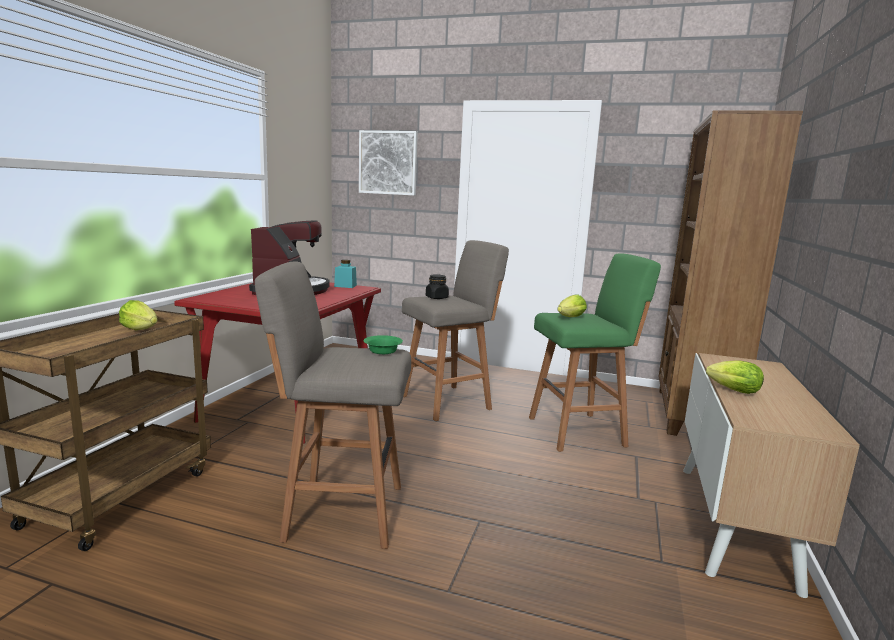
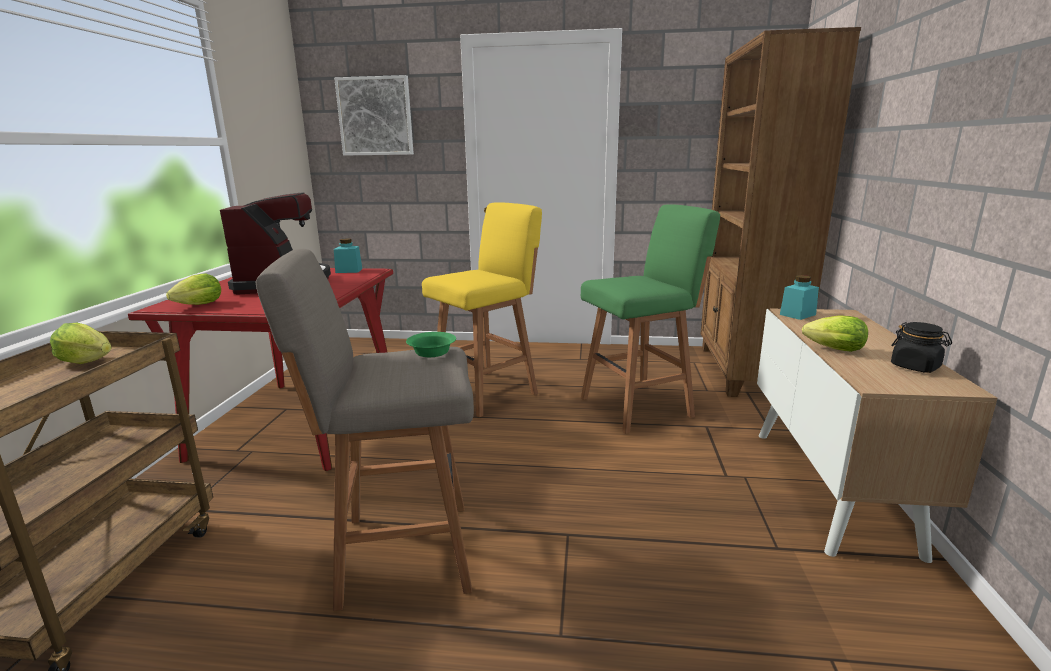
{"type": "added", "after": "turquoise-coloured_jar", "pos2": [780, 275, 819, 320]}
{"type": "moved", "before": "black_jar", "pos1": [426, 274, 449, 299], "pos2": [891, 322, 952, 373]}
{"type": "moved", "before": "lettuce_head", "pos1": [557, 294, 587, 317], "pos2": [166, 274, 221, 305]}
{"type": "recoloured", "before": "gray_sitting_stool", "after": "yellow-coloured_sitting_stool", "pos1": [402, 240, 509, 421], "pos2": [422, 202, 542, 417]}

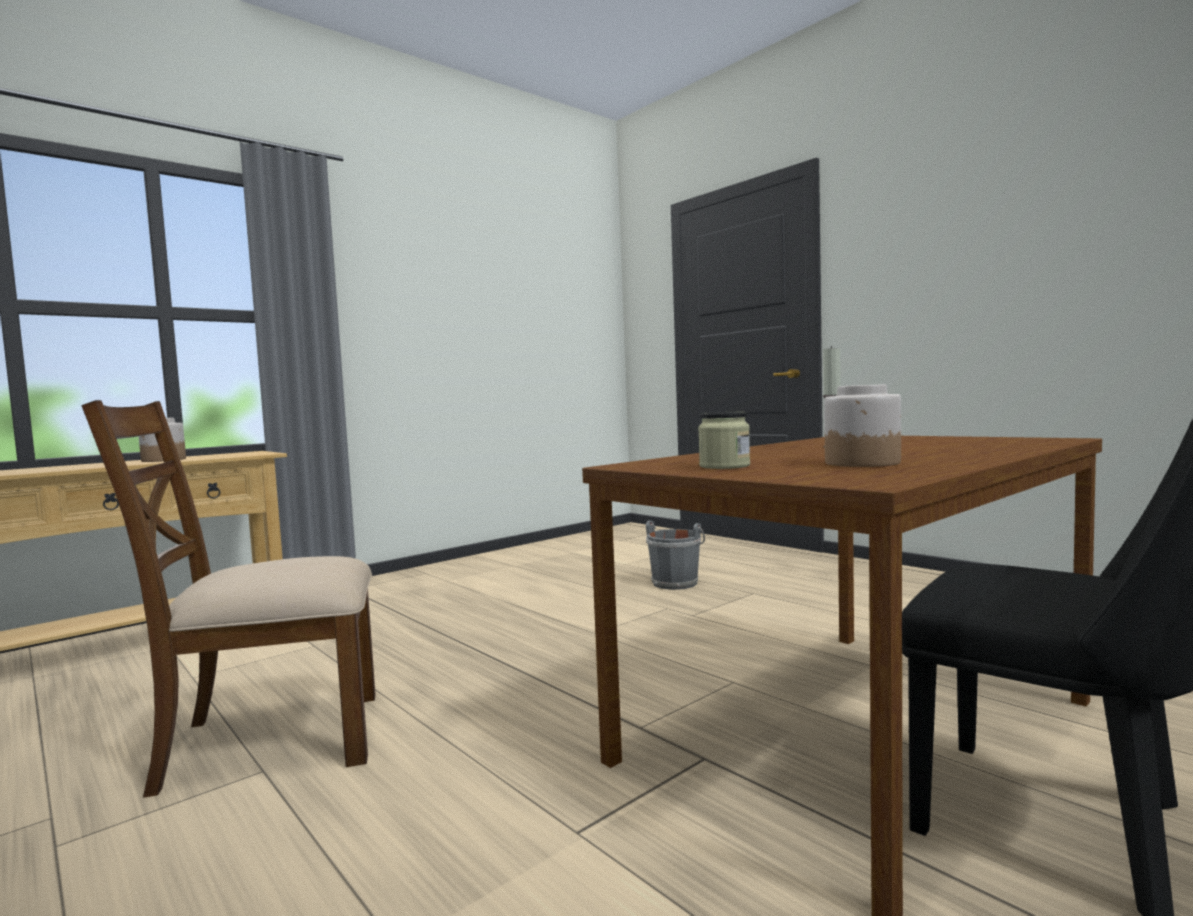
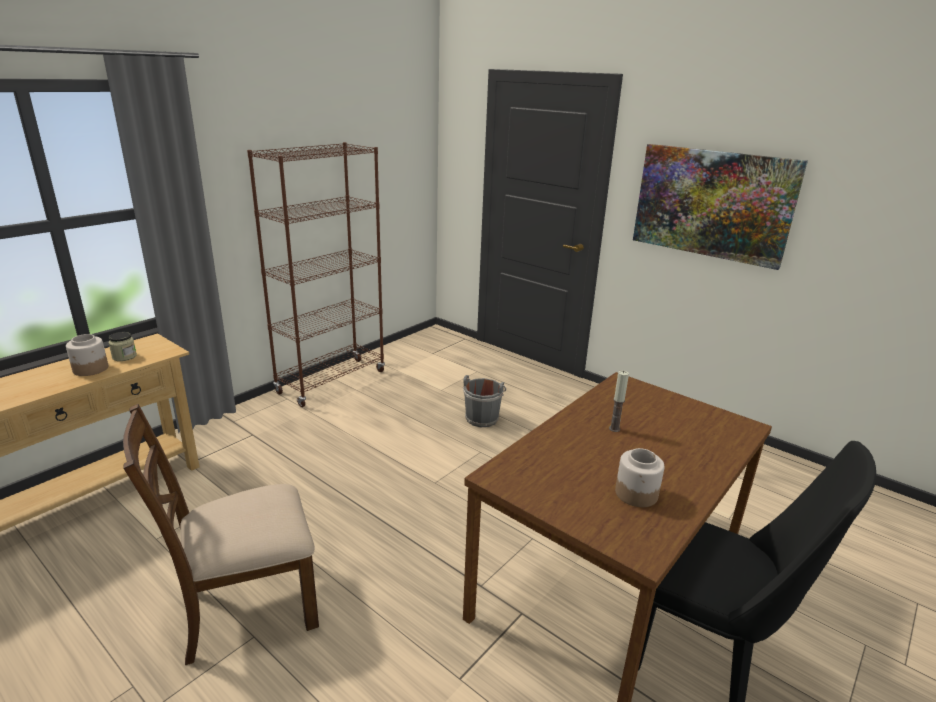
{"type": "added", "after": "brownish_bookshelf", "pos2": [247, 142, 385, 407]}
{"type": "added", "after": "picture", "pos2": [633, 144, 808, 270]}
{"type": "moved", "before": "jar", "pos1": [698, 412, 750, 469], "pos2": [108, 332, 137, 361]}

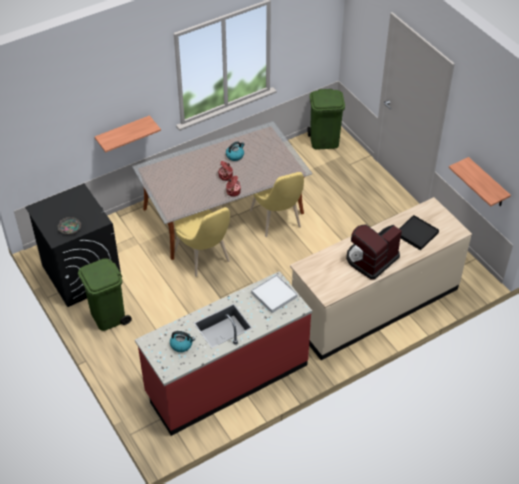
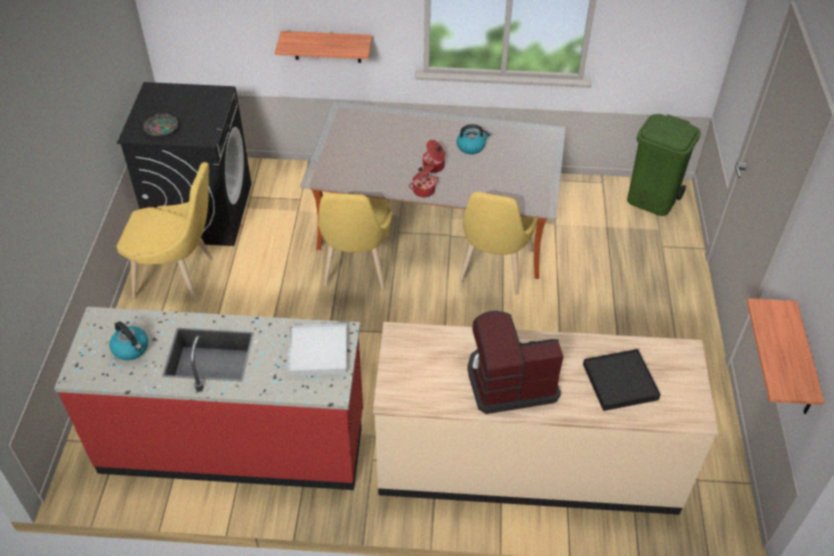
{"type": "replaced", "before": "green_trash_can", "after": "yellow-coloured_chair", "pos1": [78, 258, 132, 331], "pos2": [117, 162, 213, 302]}

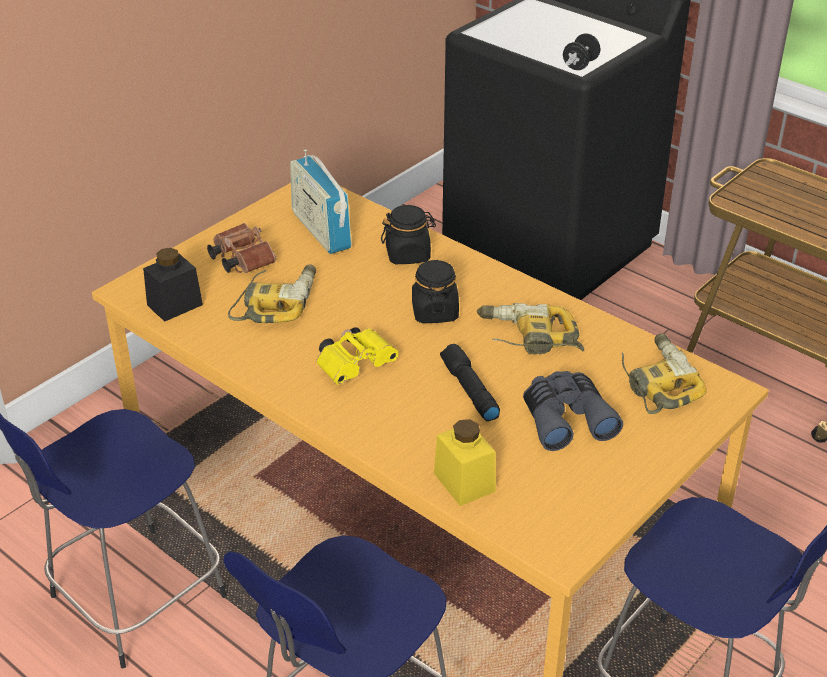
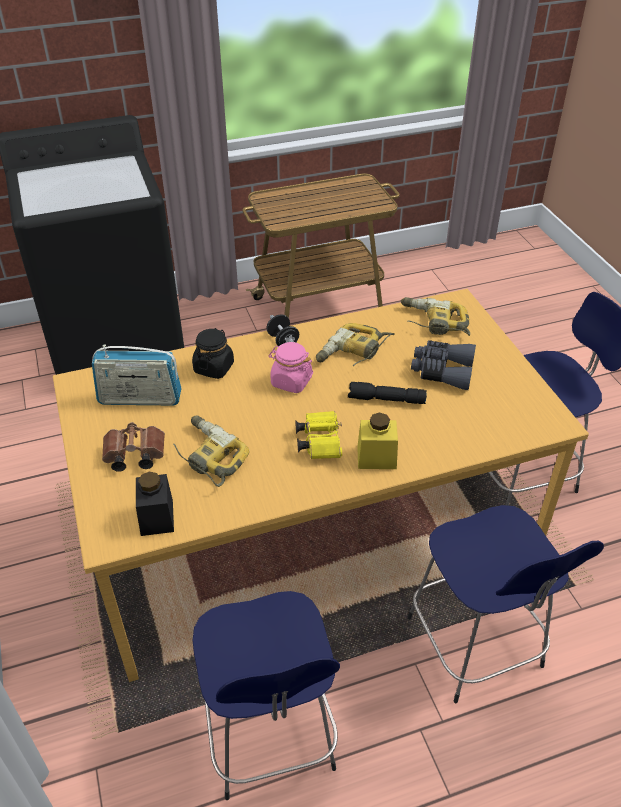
{"type": "moved", "before": "yellow-coloured_jar", "pos1": [434, 419, 496, 506], "pos2": [357, 412, 398, 469]}
{"type": "moved", "before": "black_dumbbell", "pos1": [563, 33, 600, 70], "pos2": [266, 314, 299, 346]}
{"type": "recoloured", "before": "black_jar", "after": "pink-coloured_jar", "pos1": [412, 260, 459, 323], "pos2": [269, 342, 313, 393]}

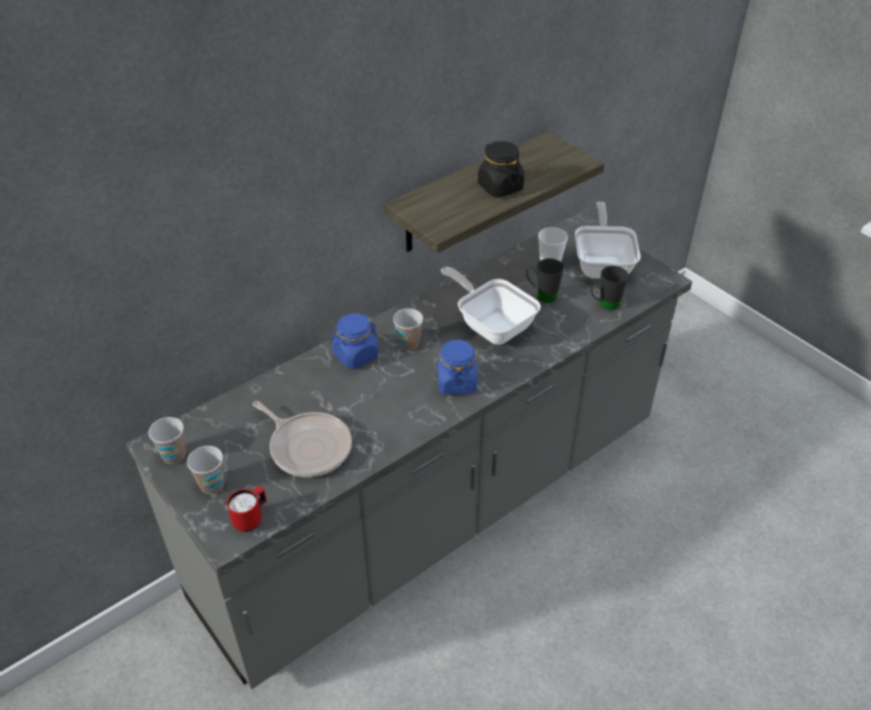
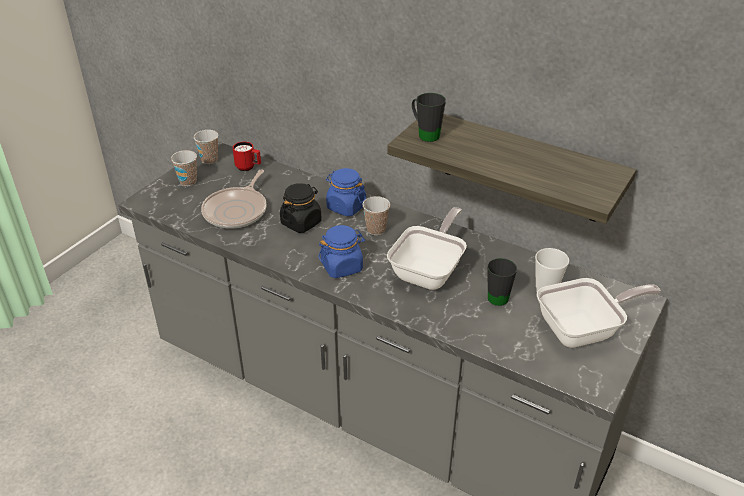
{"type": "moved", "before": "reddish_tea_mug", "pos1": [227, 486, 267, 532], "pos2": [233, 142, 261, 171]}
{"type": "moved", "before": "black_jar", "pos1": [478, 141, 525, 198], "pos2": [280, 183, 322, 233]}
{"type": "moved", "before": "black_tea_mug", "pos1": [591, 266, 628, 310], "pos2": [412, 93, 446, 142]}

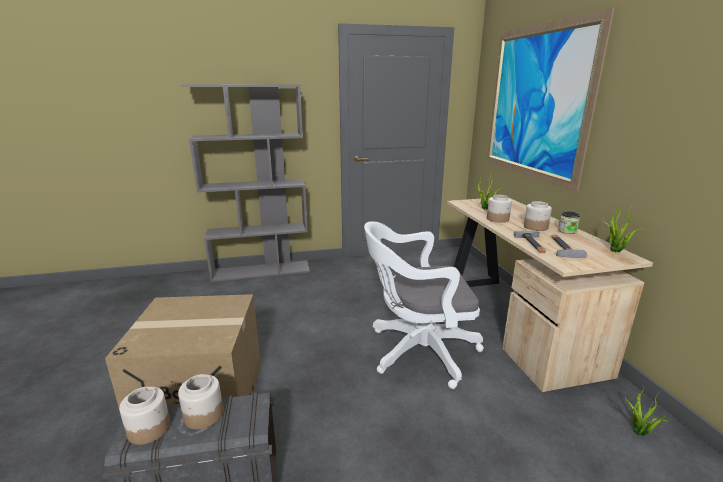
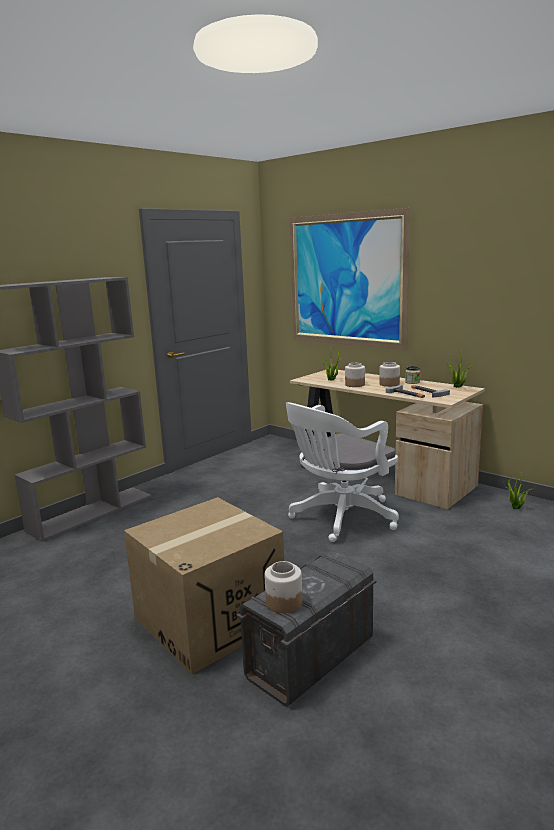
{"type": "removed", "before": "jar", "pos1": [178, 374, 223, 430]}

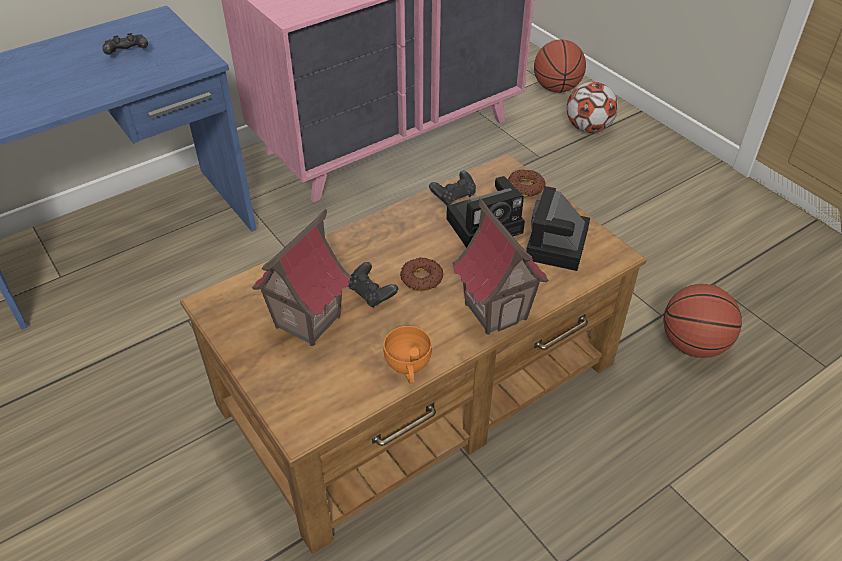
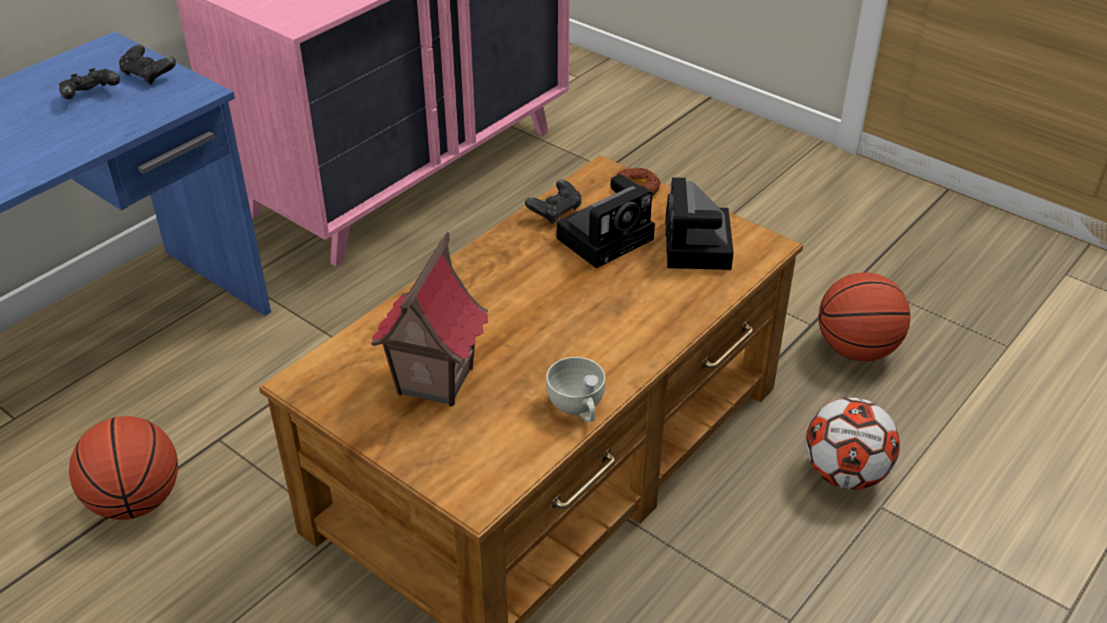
{"type": "removed", "before": "ring_doughnut", "pos1": [400, 258, 443, 291]}
{"type": "removed", "before": "toy_house", "pos1": [452, 198, 549, 335]}
{"type": "moved", "before": "black_game_controller", "pos1": [348, 262, 398, 308], "pos2": [119, 44, 176, 85]}
{"type": "moved", "before": "basketball_ball", "pos1": [534, 39, 586, 93], "pos2": [69, 416, 178, 520]}
{"type": "moved", "before": "football", "pos1": [567, 82, 618, 133], "pos2": [805, 398, 900, 490]}
{"type": "recoloured", "before": "orangey_drinking_cup", "after": "white-coloured_drinking_cup", "pos1": [383, 326, 432, 384], "pos2": [546, 357, 605, 422]}

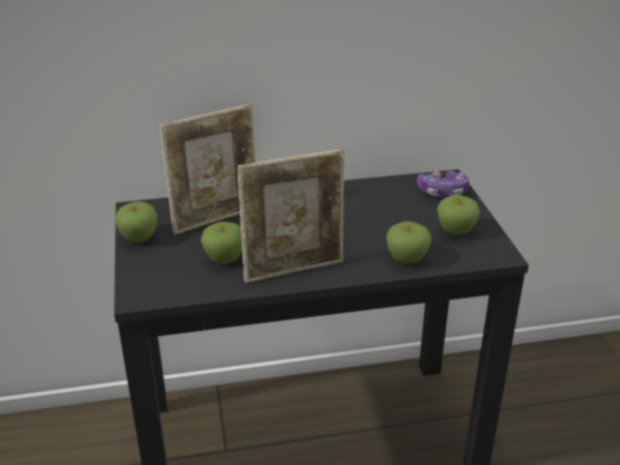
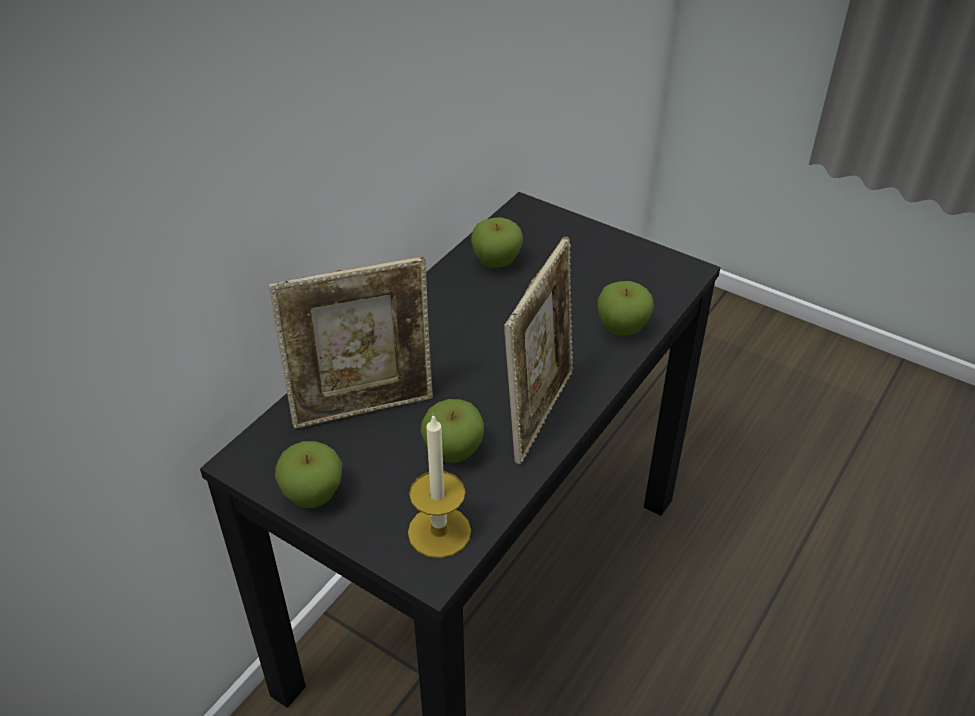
{"type": "removed", "before": "game_controller", "pos1": [417, 170, 469, 198]}
{"type": "added", "after": "wax_candle", "pos2": [408, 414, 471, 558]}
{"type": "moved", "before": "whole_apple", "pos1": [437, 195, 480, 235], "pos2": [471, 217, 523, 268]}
{"type": "turned", "before": "photo_frame", "pos1": [159, 104, 256, 235], "pos2": [269, 257, 433, 429], "turn": 60}

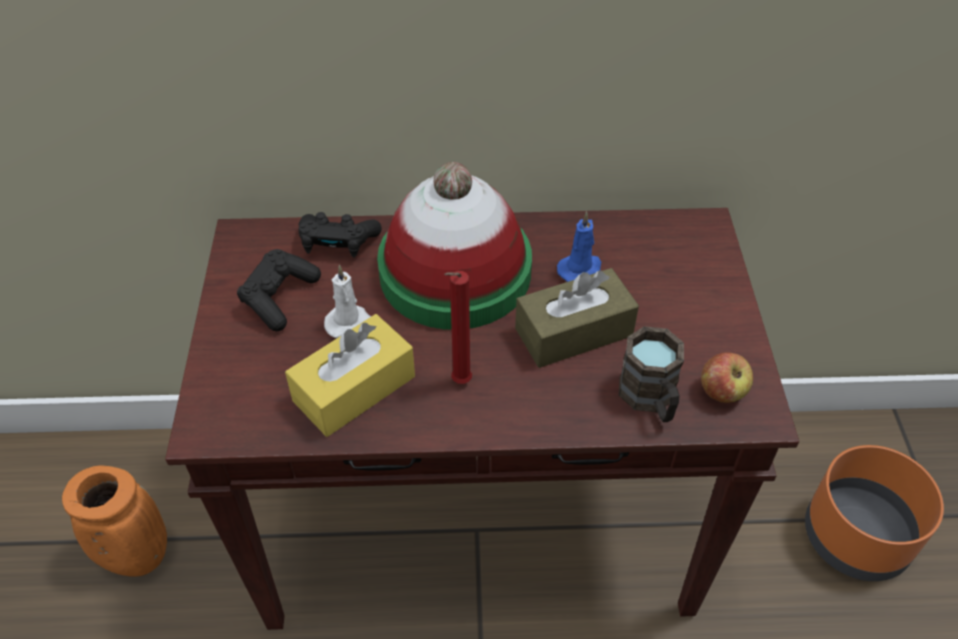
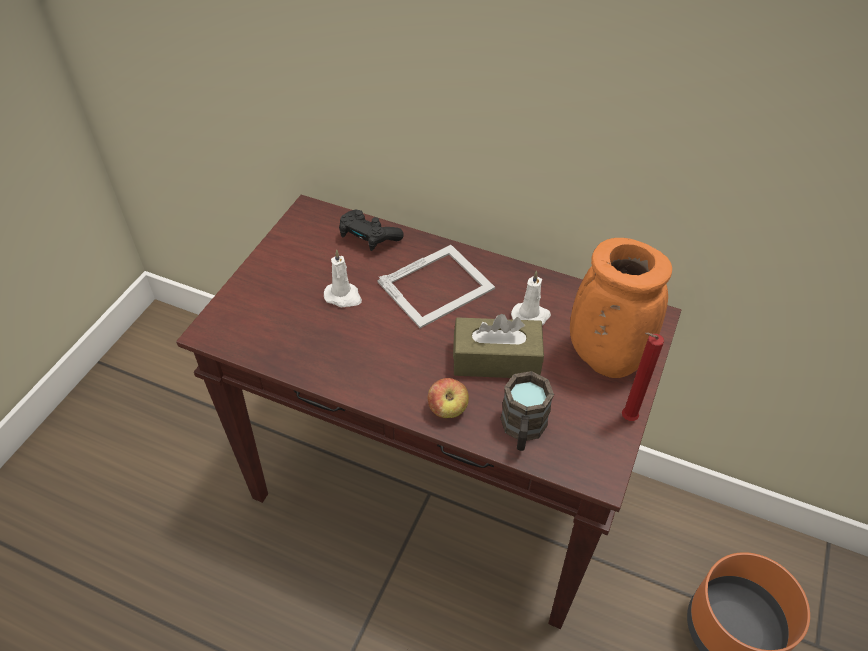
{"type": "removed", "before": "black_game_controller", "pos1": [237, 249, 321, 331]}
{"type": "removed", "before": "yellow-coloured_tissue_box", "pos1": [285, 314, 415, 437]}
{"type": "moved", "before": "orangey_flower_vase", "pos1": [62, 465, 167, 577], "pos2": [570, 238, 672, 378]}
{"type": "moved", "before": "reddish_wax_candle", "pos1": [444, 271, 472, 384], "pos2": [622, 332, 664, 421]}
{"type": "moved", "before": "whole_apple", "pos1": [701, 352, 753, 403], "pos2": [428, 378, 469, 418]}
{"type": "replaced", "before": "clothing_hat", "after": "photo_frame", "pos1": [377, 162, 532, 330], "pos2": [378, 245, 495, 328]}
{"type": "recoloured", "before": "bluish_wax_candle", "after": "white-coloured_wax_candle", "pos1": [557, 212, 601, 282], "pos2": [511, 271, 551, 325]}

